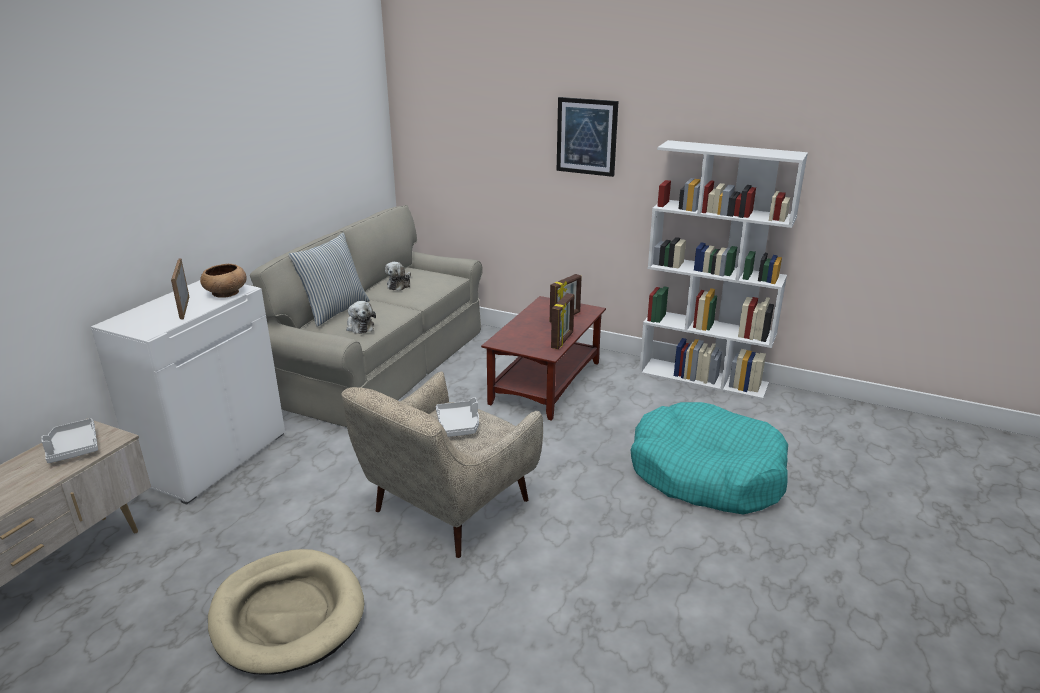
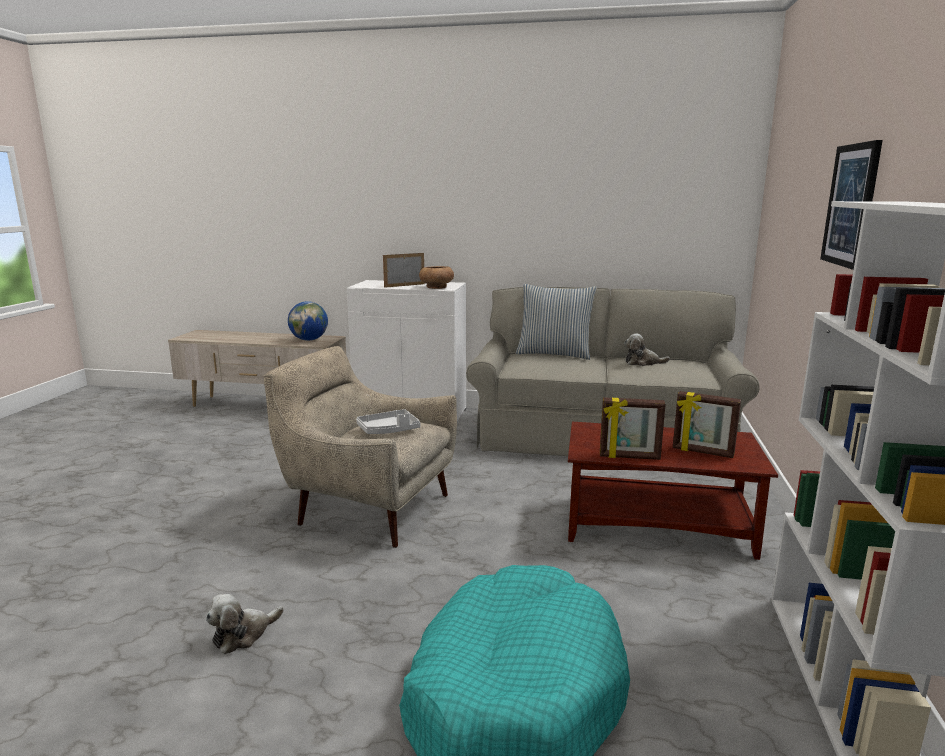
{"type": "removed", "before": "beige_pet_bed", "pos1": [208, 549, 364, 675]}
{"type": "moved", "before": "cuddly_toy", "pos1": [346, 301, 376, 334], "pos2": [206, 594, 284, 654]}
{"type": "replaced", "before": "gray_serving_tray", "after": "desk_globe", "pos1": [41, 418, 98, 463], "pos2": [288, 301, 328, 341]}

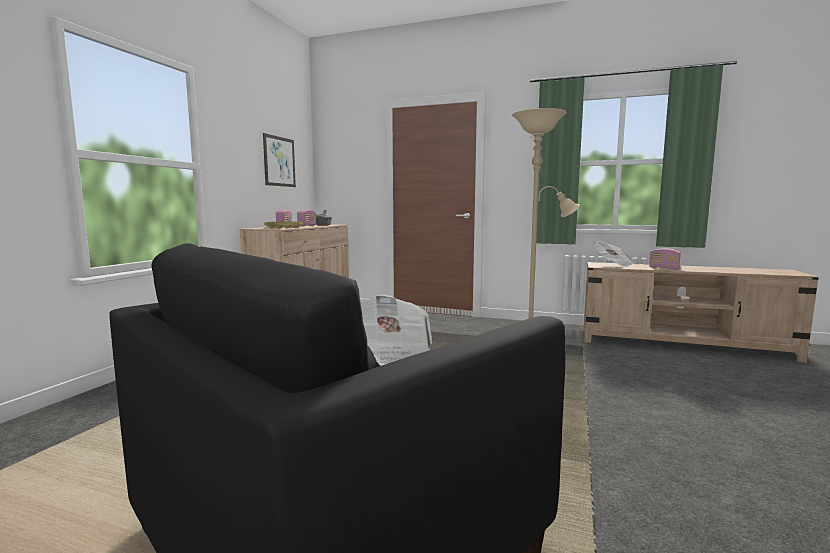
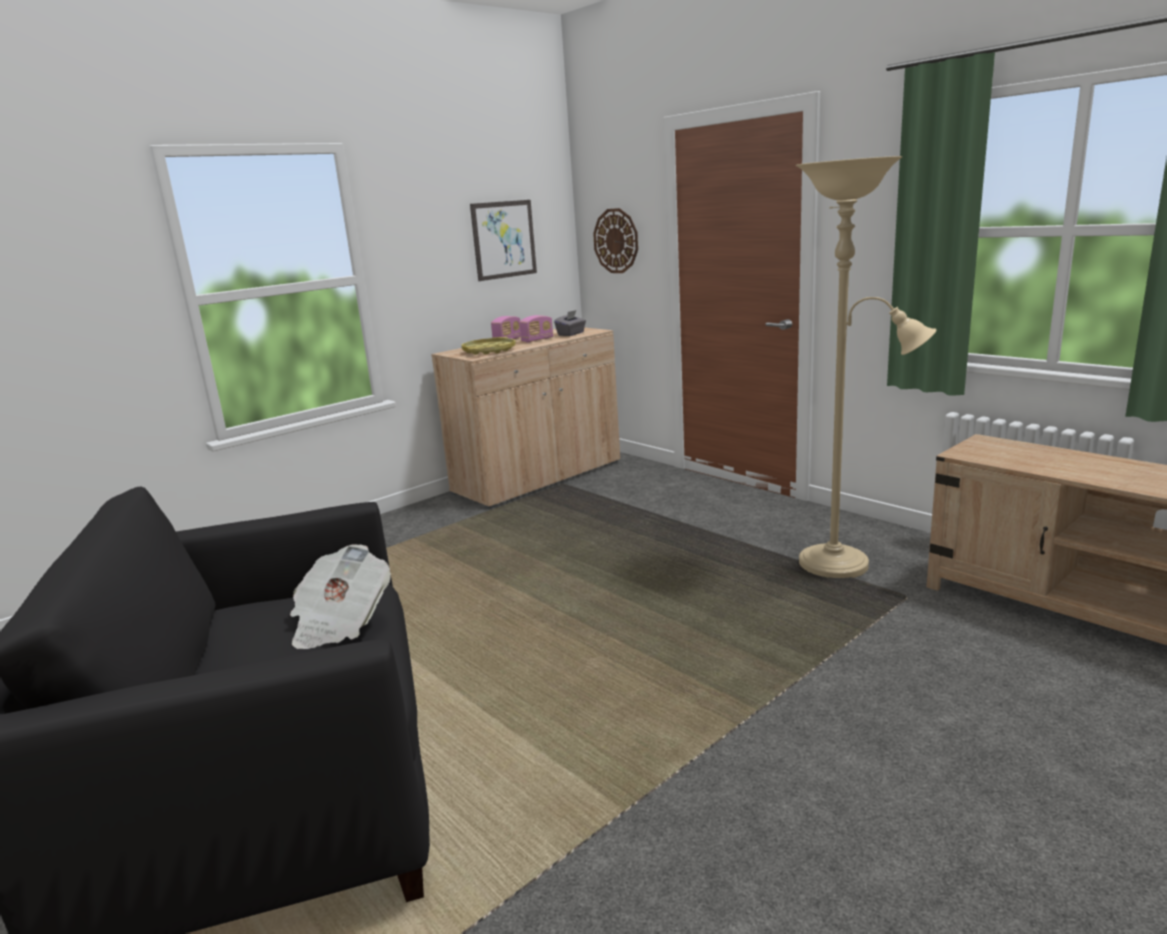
{"type": "removed", "before": "printed_paper", "pos1": [594, 241, 634, 267]}
{"type": "removed", "before": "radio_set", "pos1": [649, 248, 681, 269]}
{"type": "added", "after": "wall_clock", "pos2": [593, 208, 638, 273]}

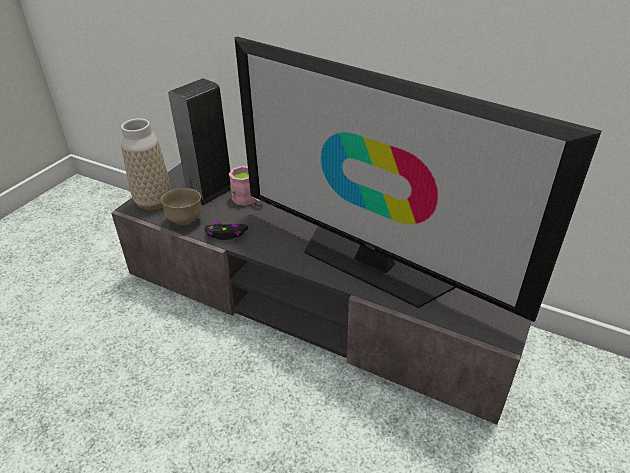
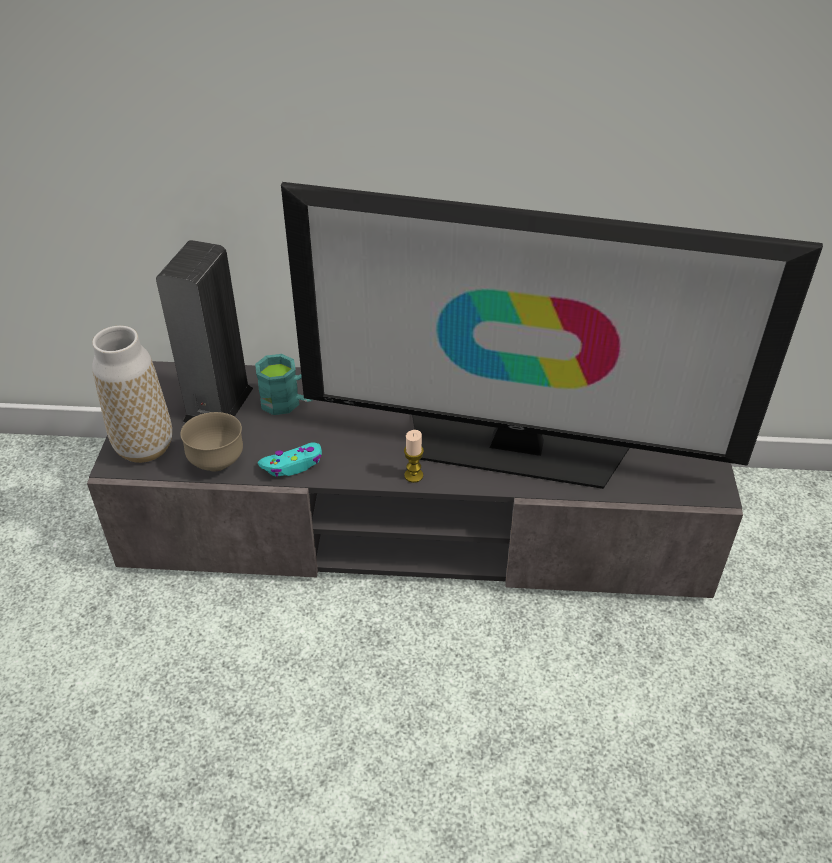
{"type": "added", "after": "wax_candle", "pos2": [404, 430, 424, 483]}
{"type": "recoloured", "before": "black_game_controller", "after": "turquoise-coloured_game_controller", "pos1": [205, 222, 248, 240], "pos2": [258, 443, 322, 477]}
{"type": "recoloured", "before": "pink-coloured_tea_mug", "after": "turquoise-coloured_tea_mug", "pos1": [229, 166, 261, 206], "pos2": [255, 354, 312, 415]}

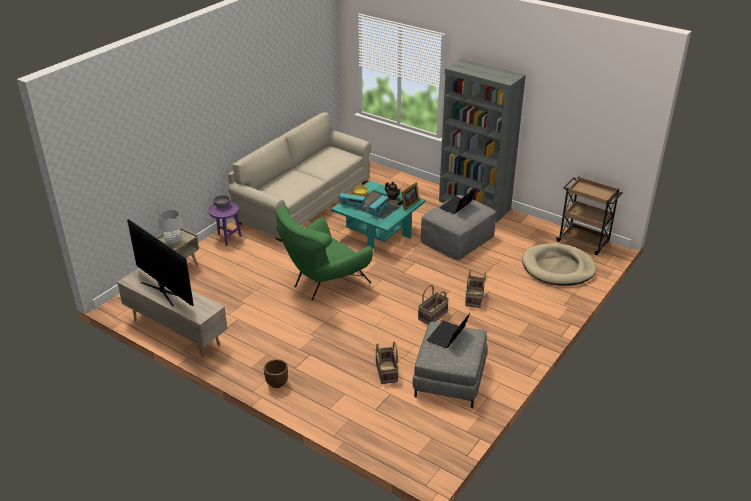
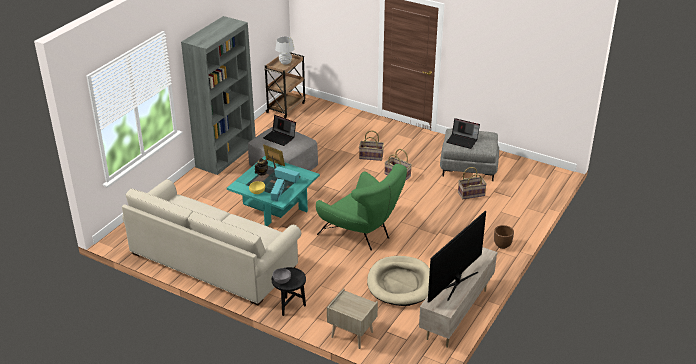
{"type": "moved", "before": "white-coloured_lamp_for_a_table", "pos1": [158, 210, 183, 245], "pos2": [275, 36, 295, 65]}
{"type": "moved", "before": "beige_pet_bed", "pos1": [522, 243, 596, 285], "pos2": [367, 256, 430, 306]}
{"type": "recoloured", "before": "purple-coloured_accent_table", "after": "black_accent_table", "pos1": [208, 201, 241, 246], "pos2": [272, 267, 306, 316]}

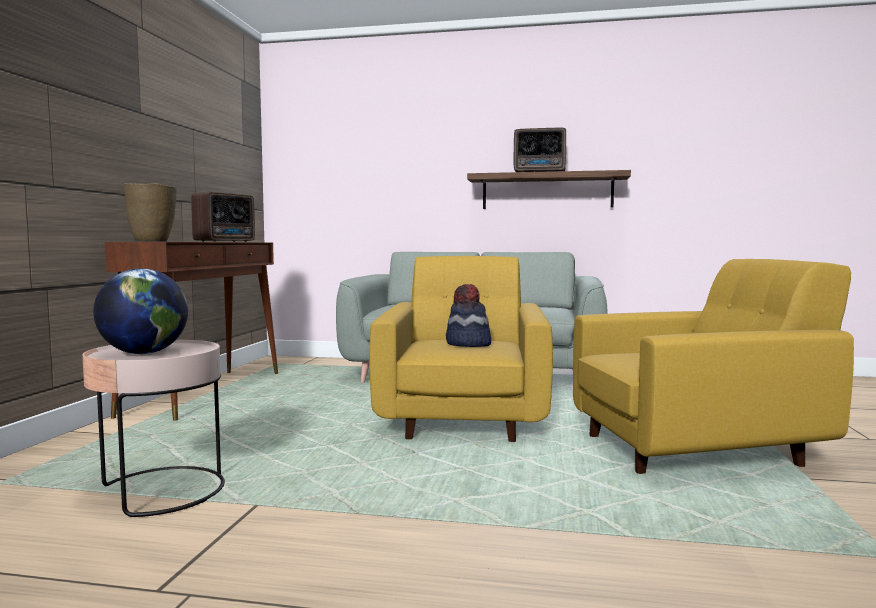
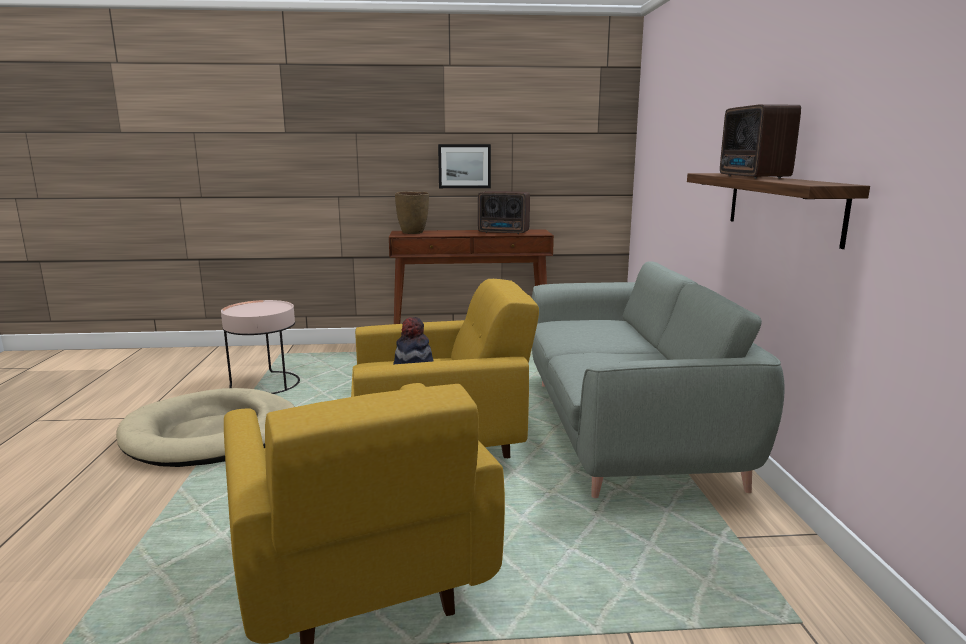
{"type": "removed", "before": "desk_globe", "pos1": [93, 268, 188, 354]}
{"type": "added", "after": "beige_pet_bed", "pos2": [116, 388, 295, 467]}
{"type": "added", "after": "picture", "pos2": [438, 144, 491, 188]}

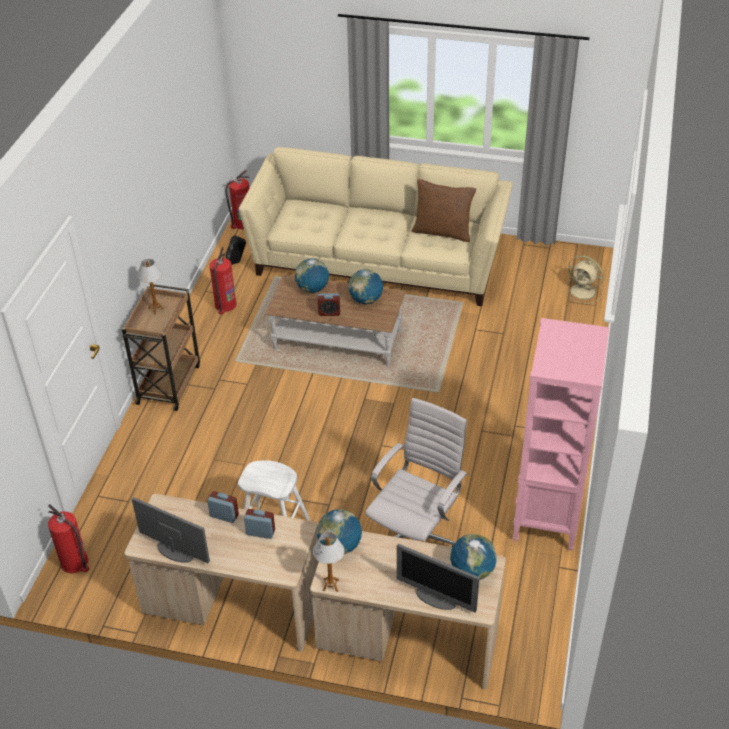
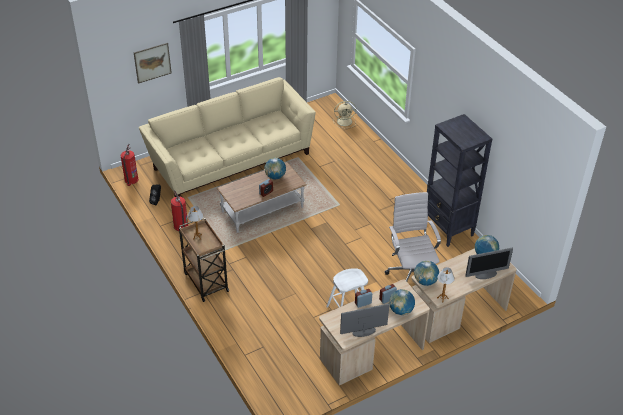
{"type": "removed", "before": "extinguisher", "pos1": [48, 504, 89, 573]}
{"type": "removed", "before": "brownish_cushion", "pos1": [411, 179, 476, 242]}
{"type": "added", "after": "picture", "pos2": [134, 43, 172, 84]}
{"type": "moved", "before": "desk_globe", "pos1": [295, 258, 329, 293], "pos2": [389, 289, 415, 315]}
{"type": "recoloured", "before": "pink-coloured_bookshelf", "after": "black_bookshelf", "pos1": [513, 318, 609, 551], "pos2": [427, 114, 492, 247]}

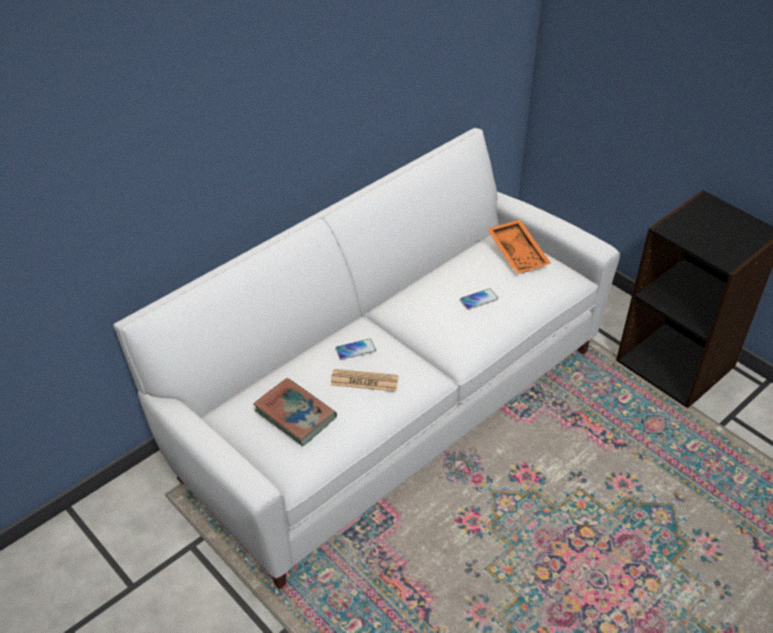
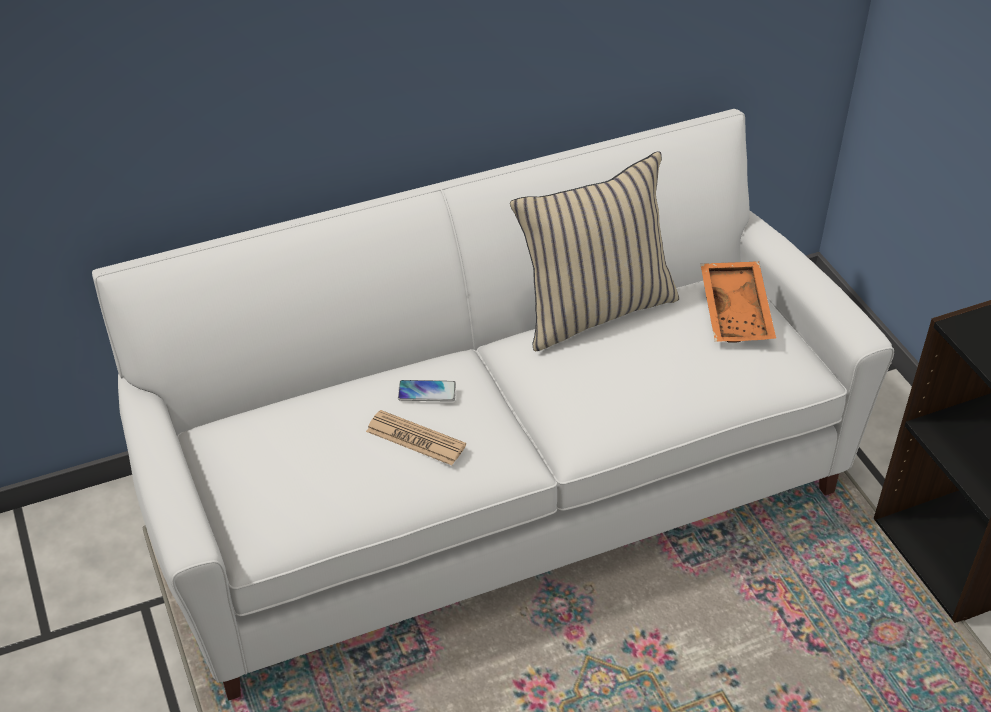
{"type": "removed", "before": "volume", "pos1": [253, 378, 337, 446]}
{"type": "removed", "before": "phone", "pos1": [460, 288, 499, 310]}
{"type": "added", "after": "beige_cushion", "pos2": [510, 152, 679, 351]}

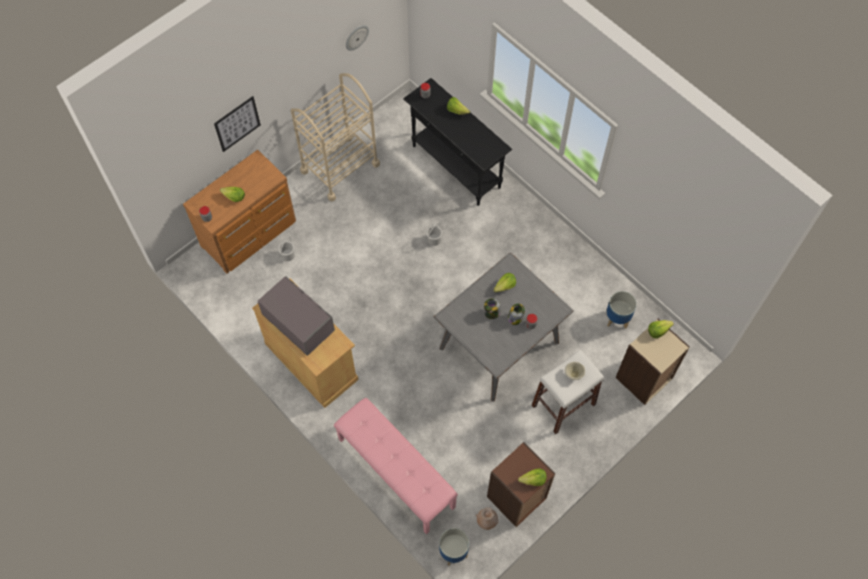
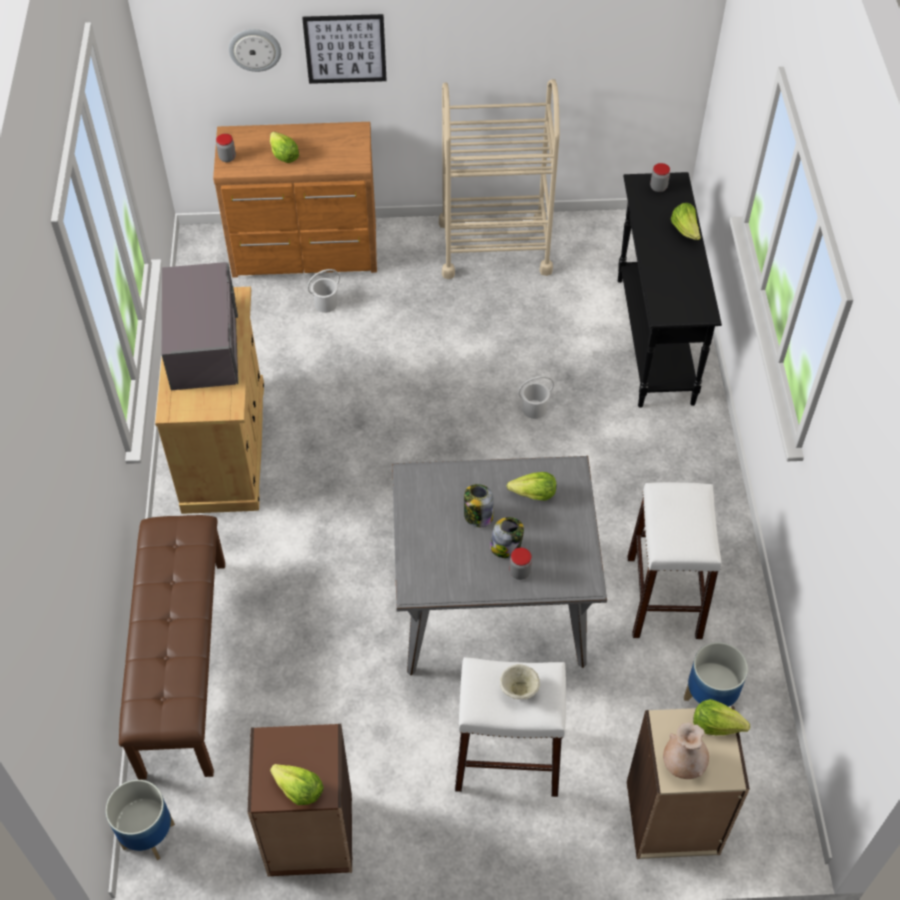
{"type": "added", "after": "white-coloured_sitting_stool", "pos2": [627, 482, 721, 639]}
{"type": "moved", "before": "wall_clock", "pos1": [346, 25, 369, 51], "pos2": [229, 29, 281, 72]}
{"type": "moved", "before": "beige_flower_vase", "pos1": [476, 507, 499, 530], "pos2": [663, 722, 709, 779]}
{"type": "recoloured", "before": "pink-coloured_indoor_bench", "after": "brownish_indoor_bench", "pos1": [334, 398, 458, 534], "pos2": [119, 515, 225, 780]}

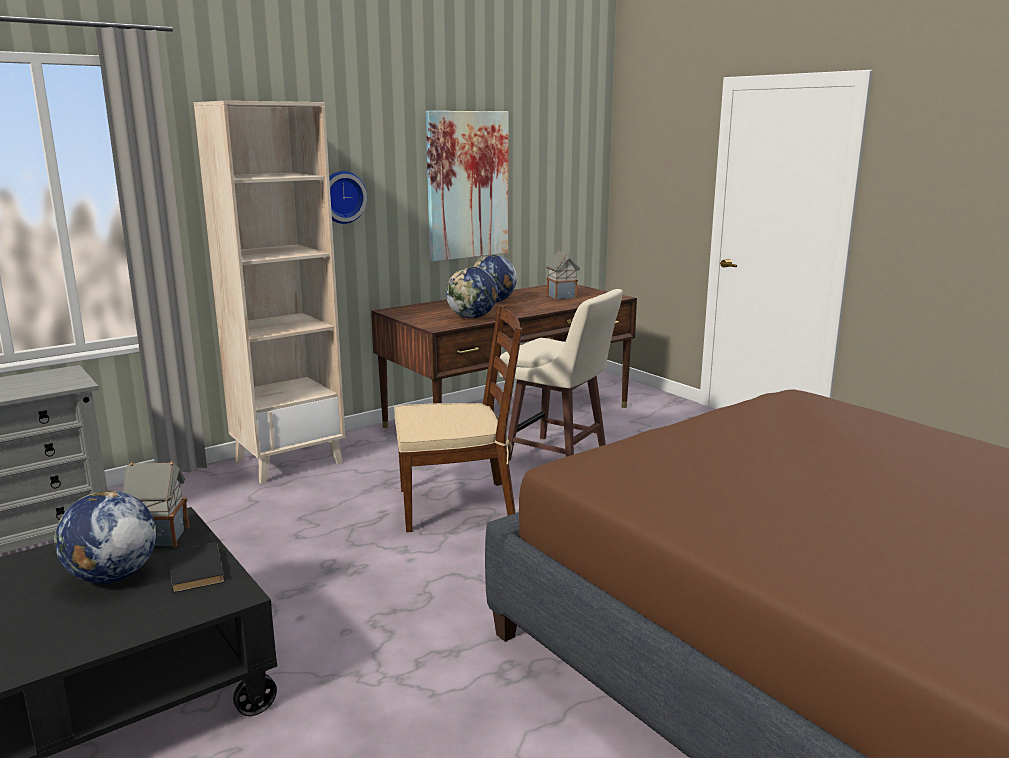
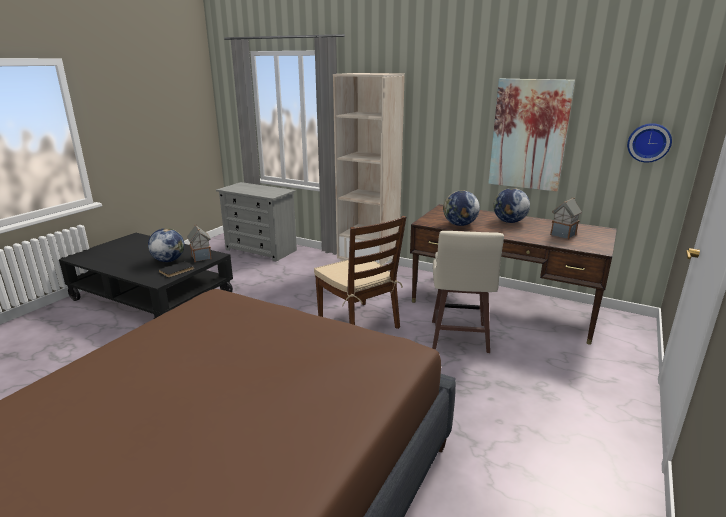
{"type": "moved", "before": "wall_clock", "pos1": [329, 171, 367, 224], "pos2": [627, 123, 672, 163]}

